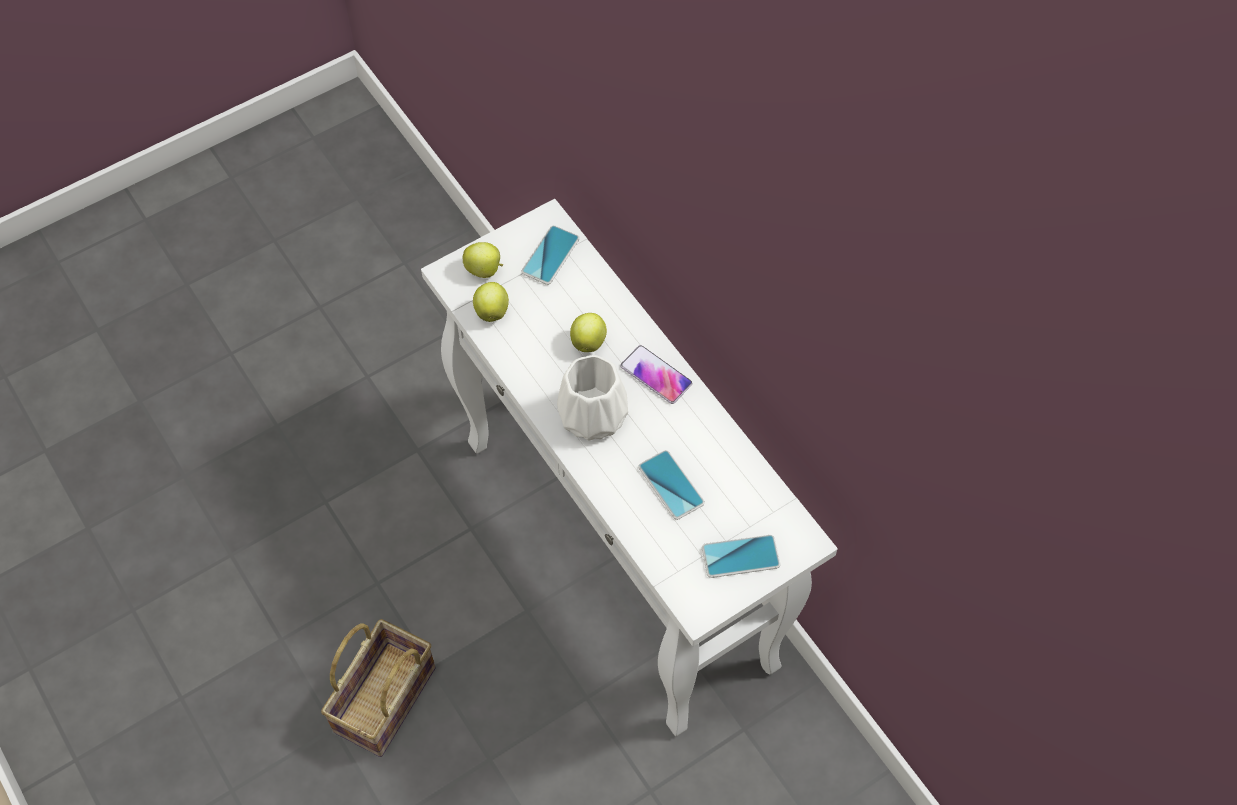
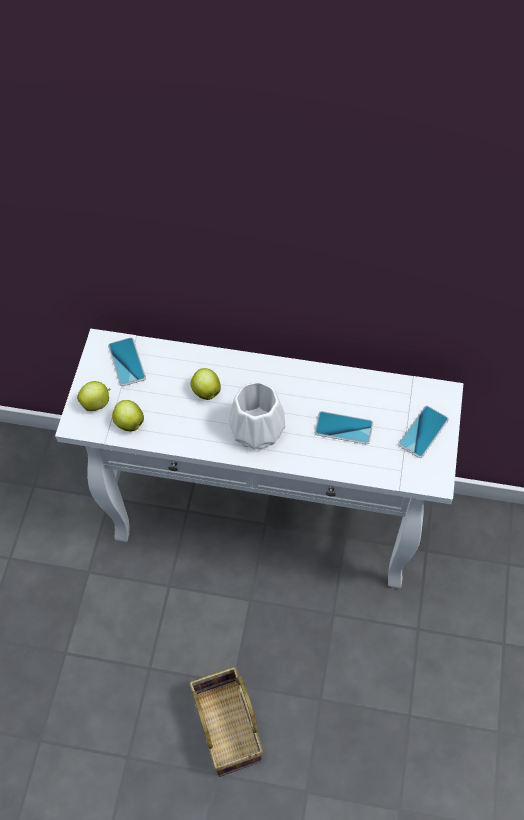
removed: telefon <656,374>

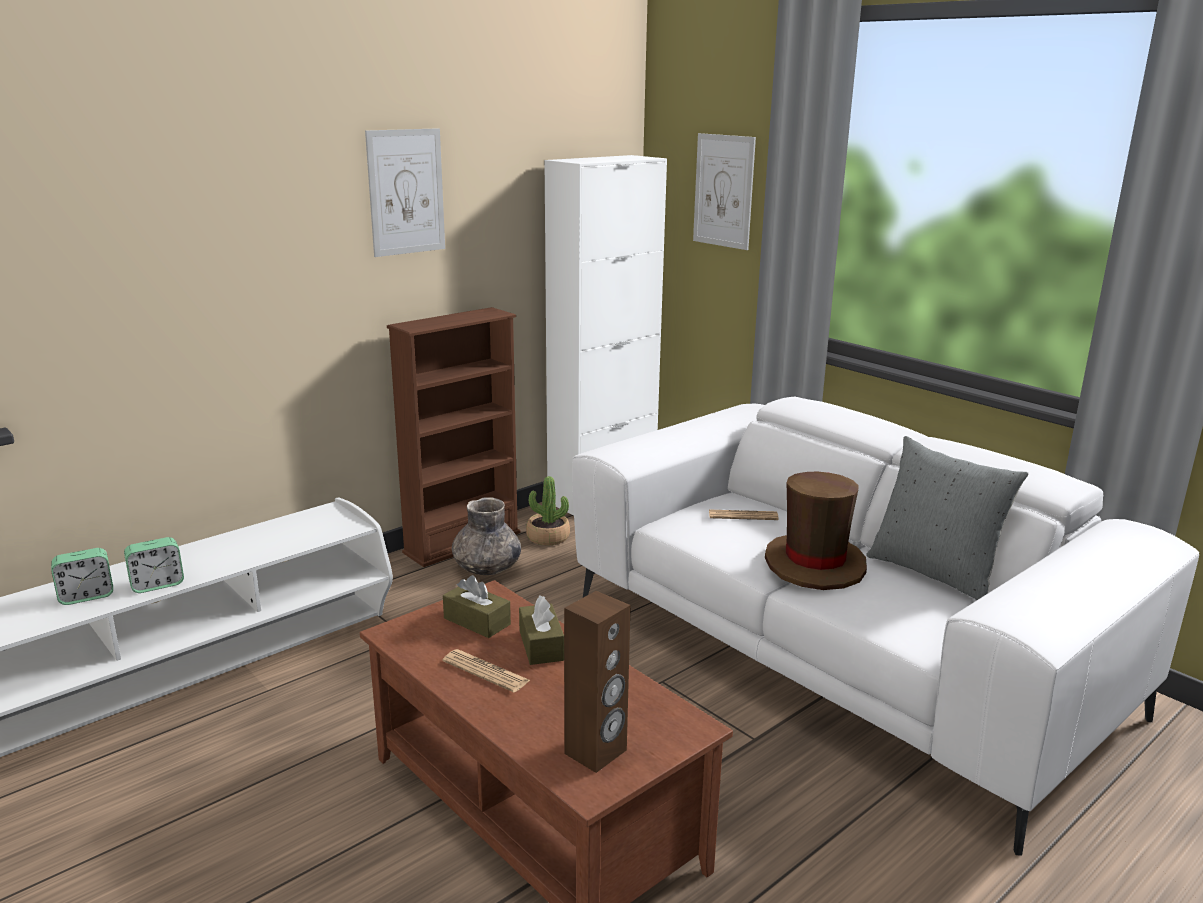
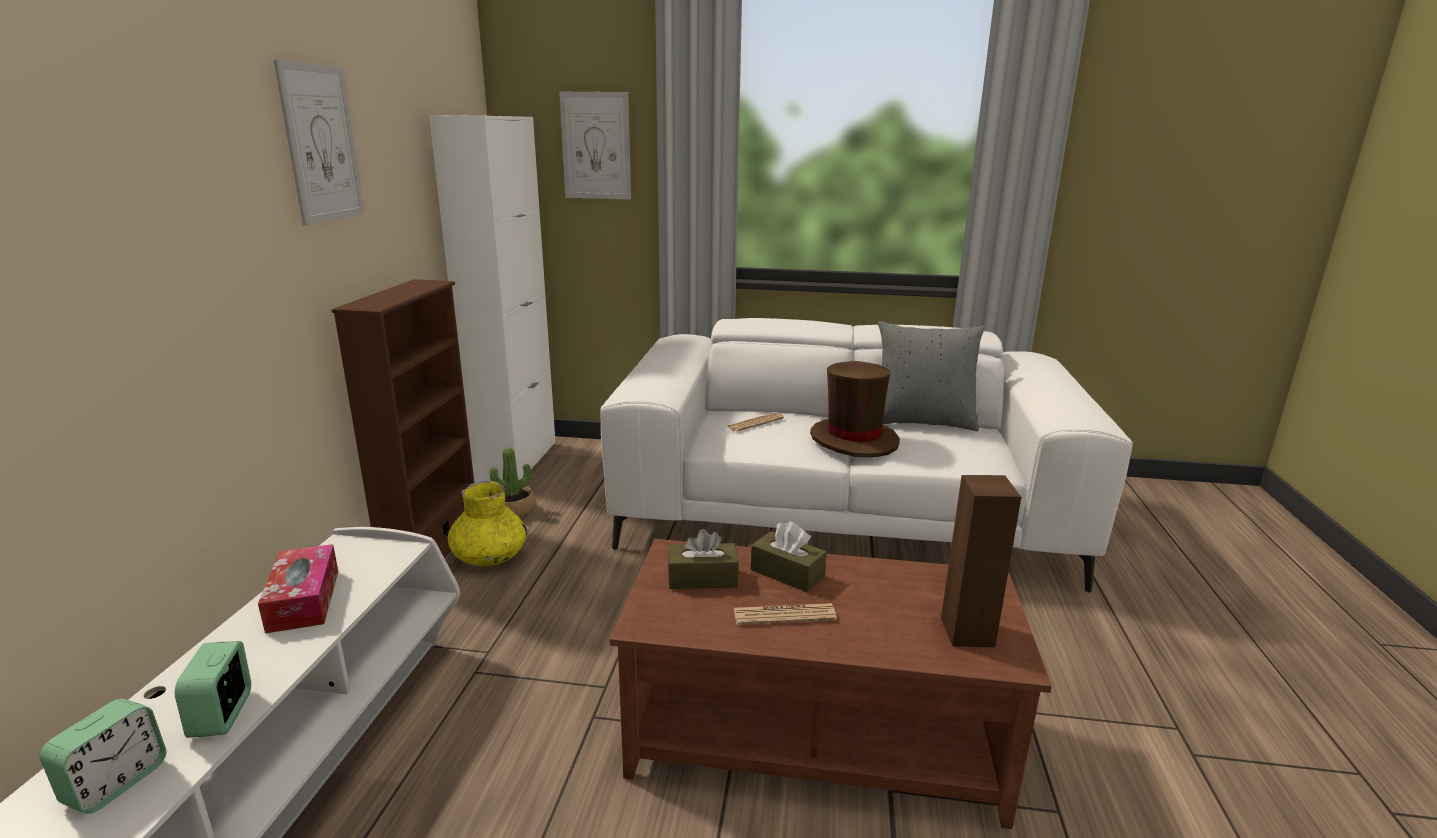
added: pudełko chusteczek <298,588>
recoloured: wazon (szary) <486,536> to wazon (żółty) <487,524>
turned: budzik <154,565> = <213,689> 150 degrees clockwise

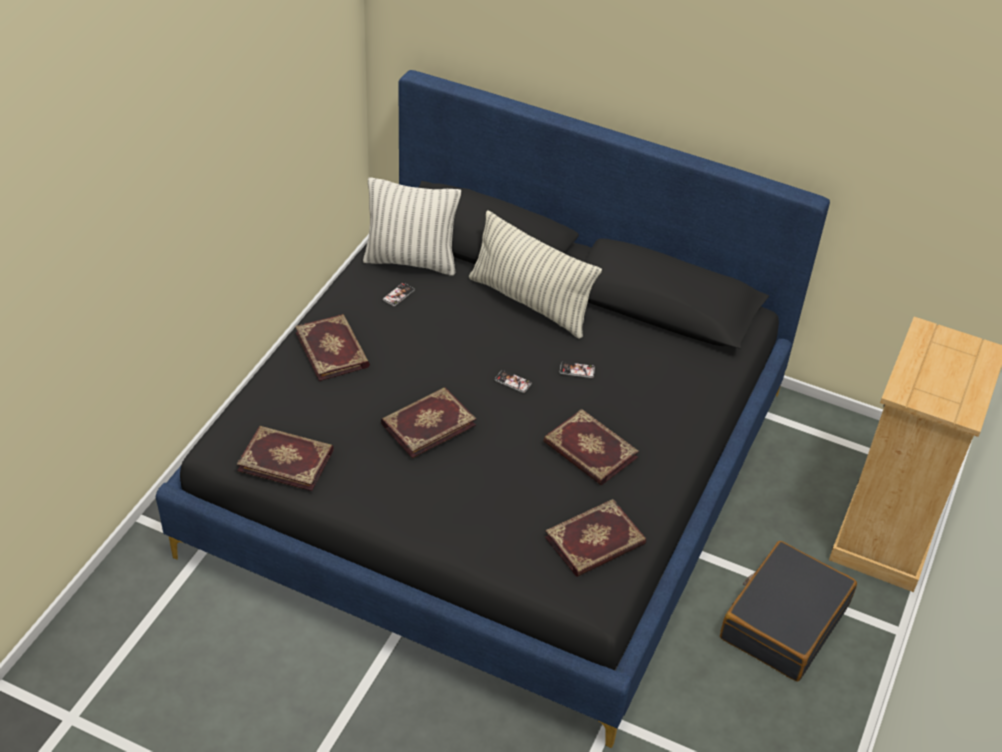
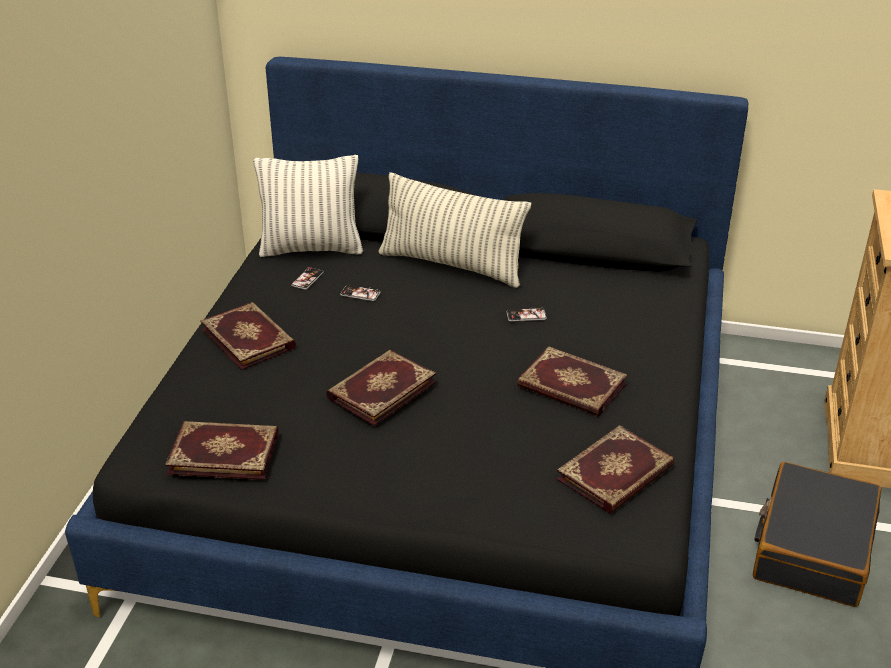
moved: telefon <513,381> to <360,293>

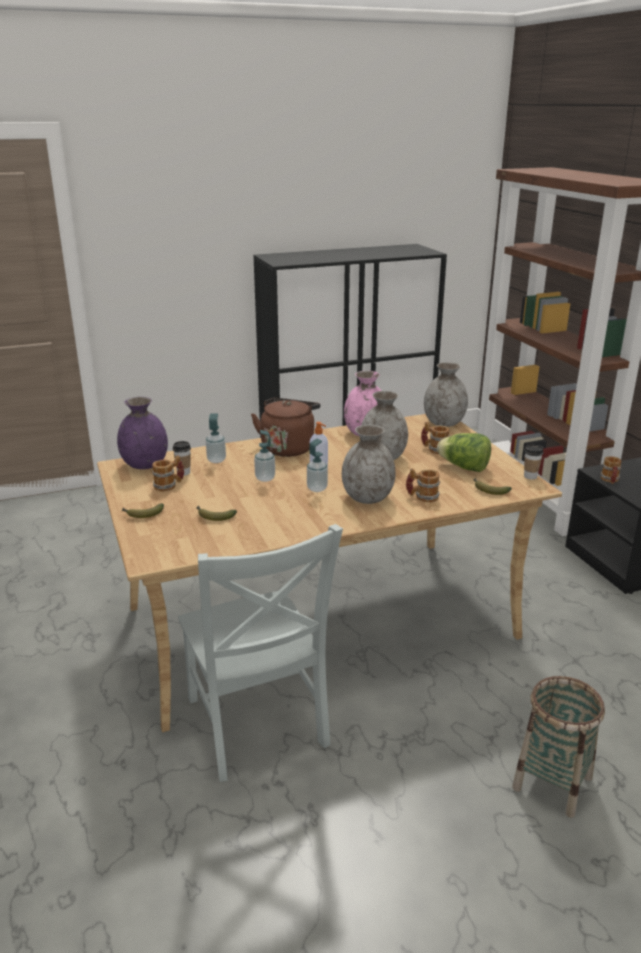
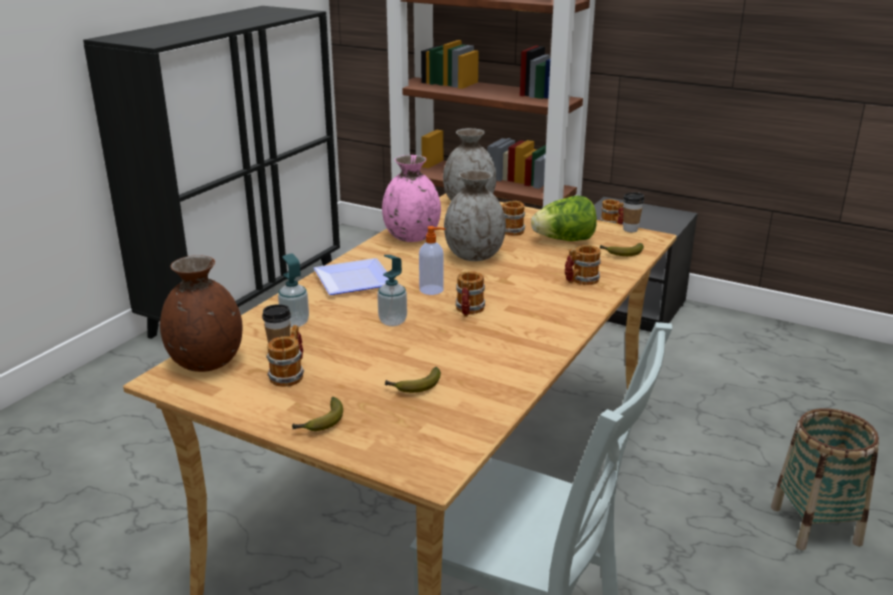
removed: wazon (szary) <369,464>
replaced: czajnik (brązowy) <285,427> to talerz <351,276>; dozownik mydła <317,465> to kubek <470,294>
recoloured: wazon (fioletowy) <142,433> to wazon (brązowy) <201,313>

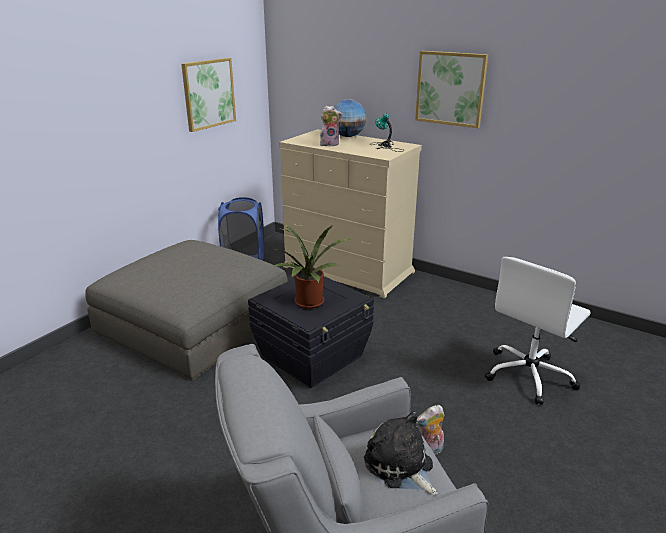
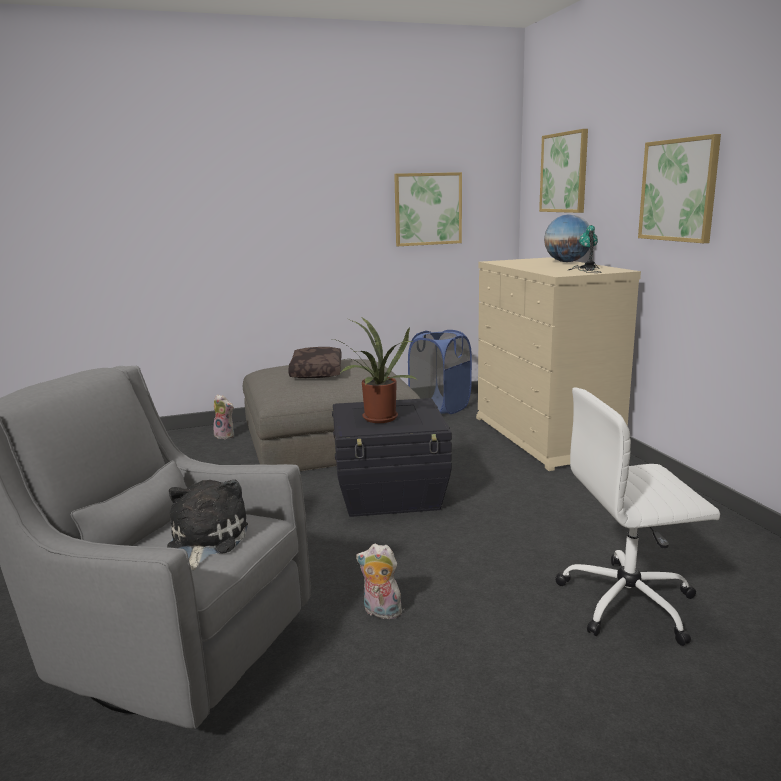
added: poduszka (brązowy) <315,362>; obraz <563,171>
moved: pluszak <331,126> to <223,416>

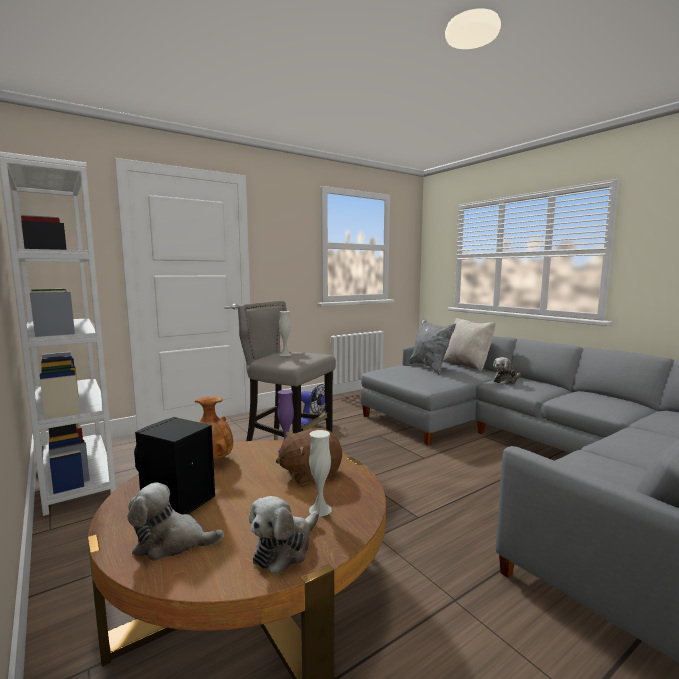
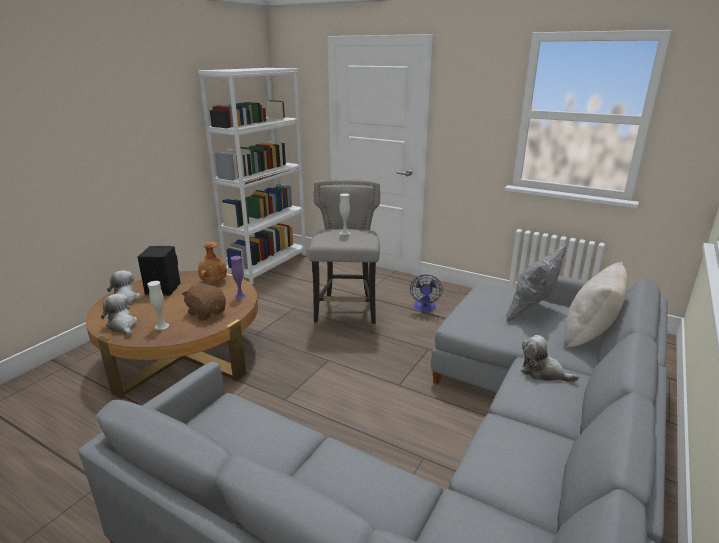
turned: pluszak <284,535> = <119,315> 45 degrees clockwise

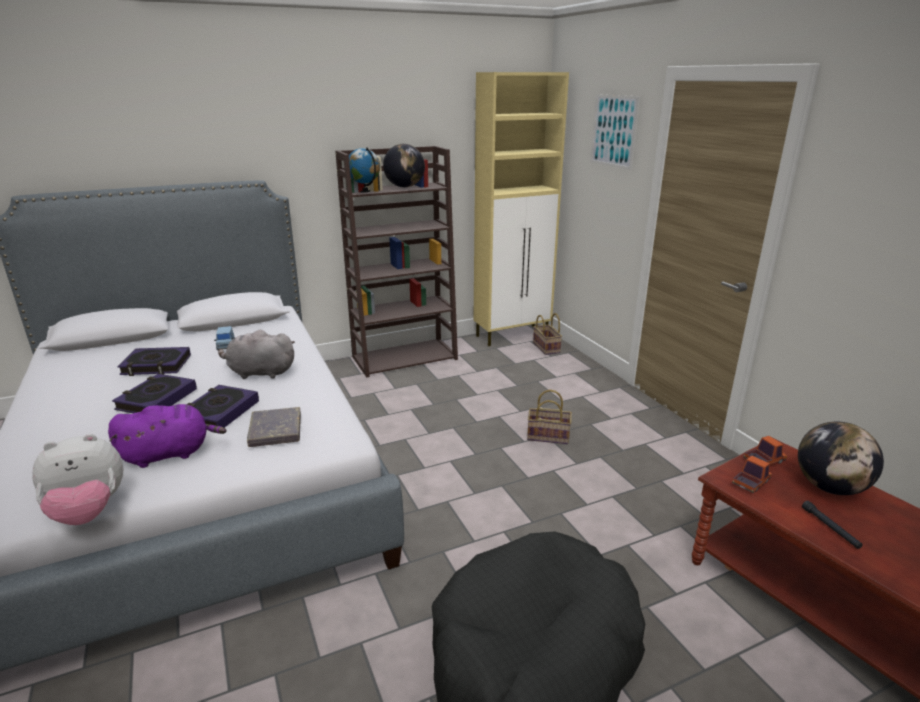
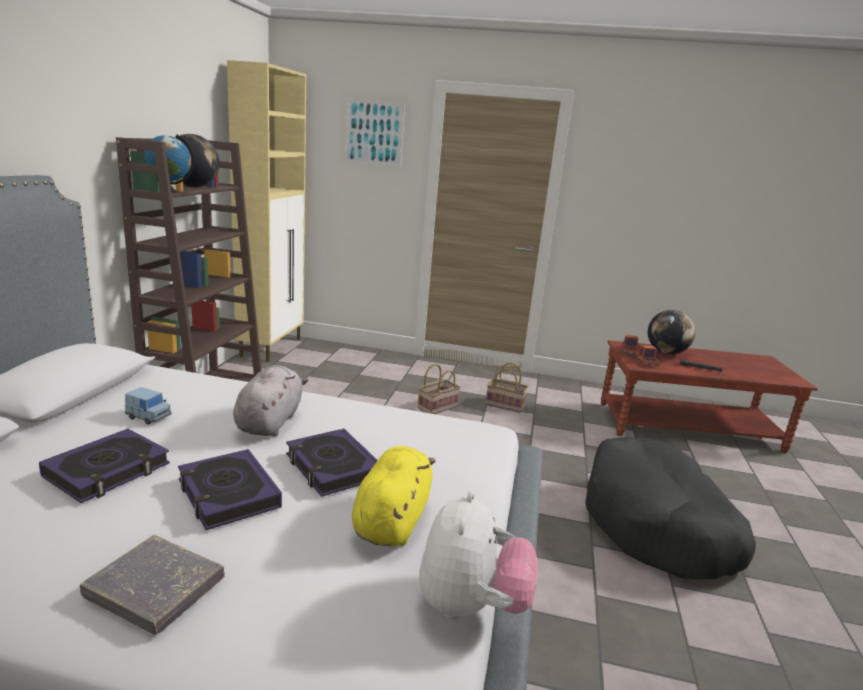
moved: książka (szary) <274,427> to <152,585>; koszyk <547,334> to <506,387>
recoloured: pluszak (fioletowy) <167,436> to pluszak (żółty) <394,496>
turned: pluszak (szary) <256,354> = <271,400> 150 degrees clockwise

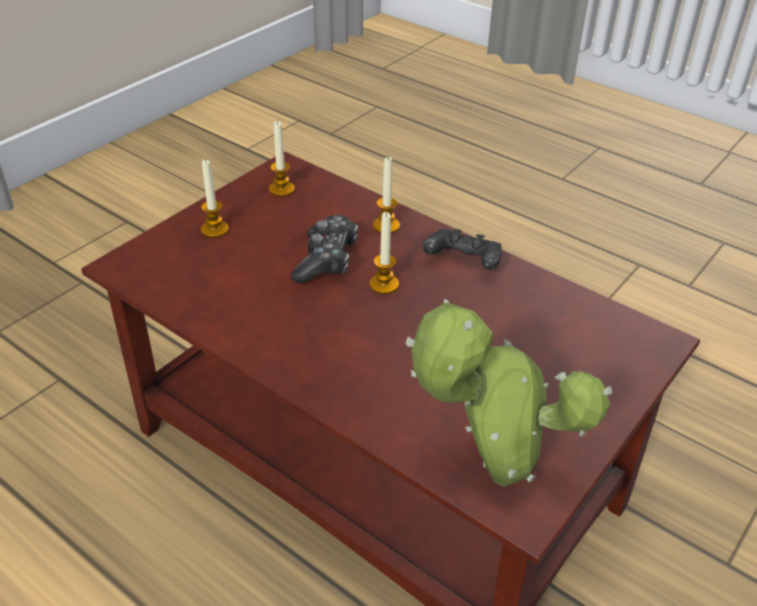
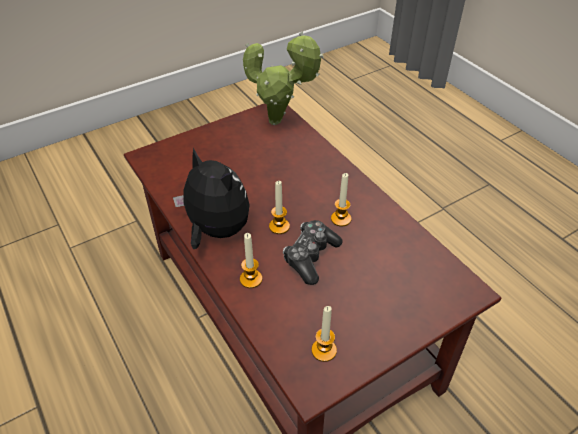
moved: świeca <215,198> to <341,200>
replaced: pad do gier (czarny) <462,249> to pluszak <211,198>

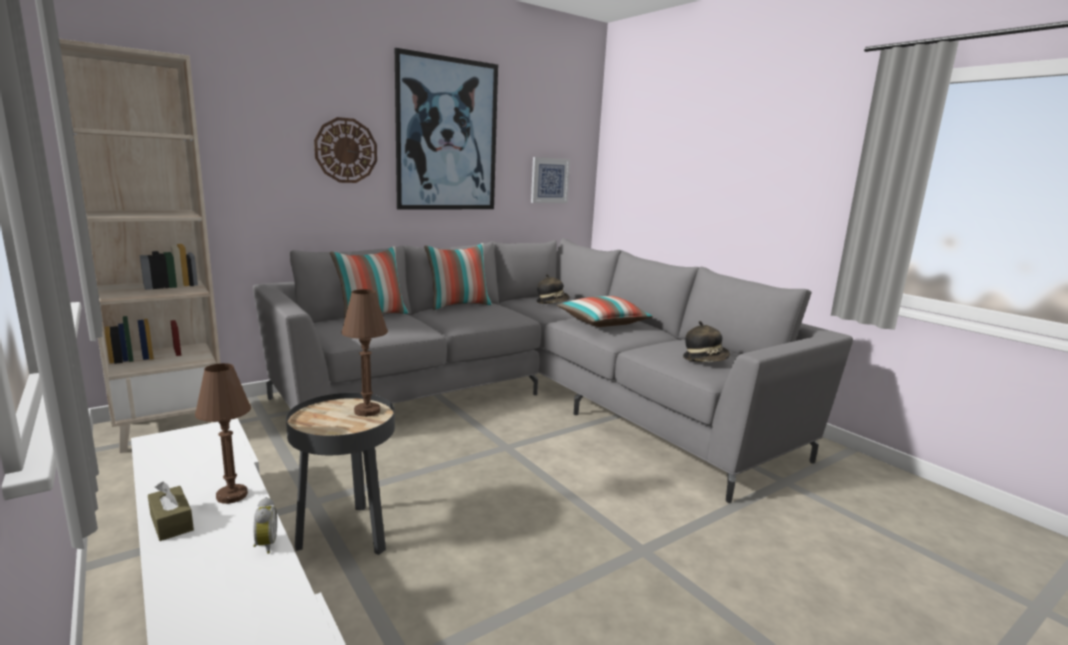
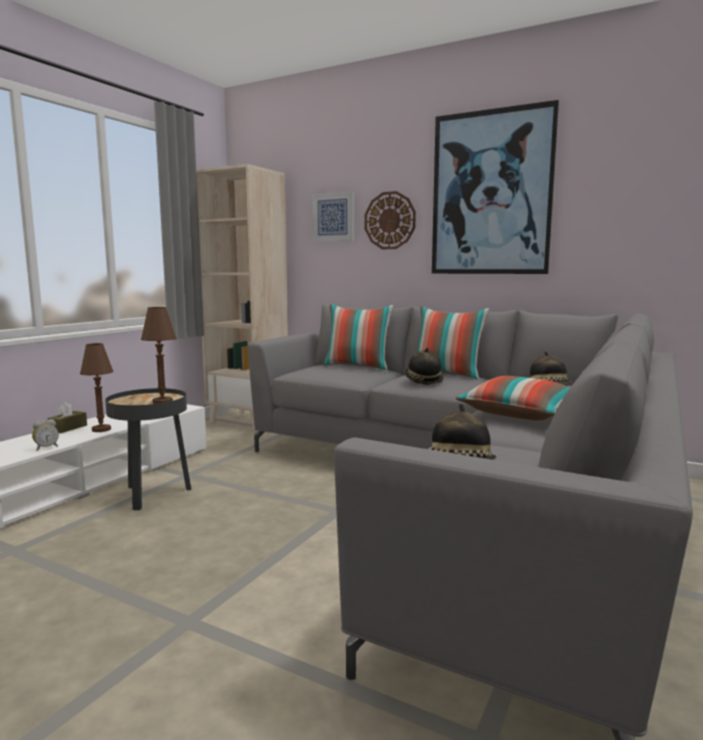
added: kapelusz <424,366>
moved: obraz <550,180> to <333,216>

